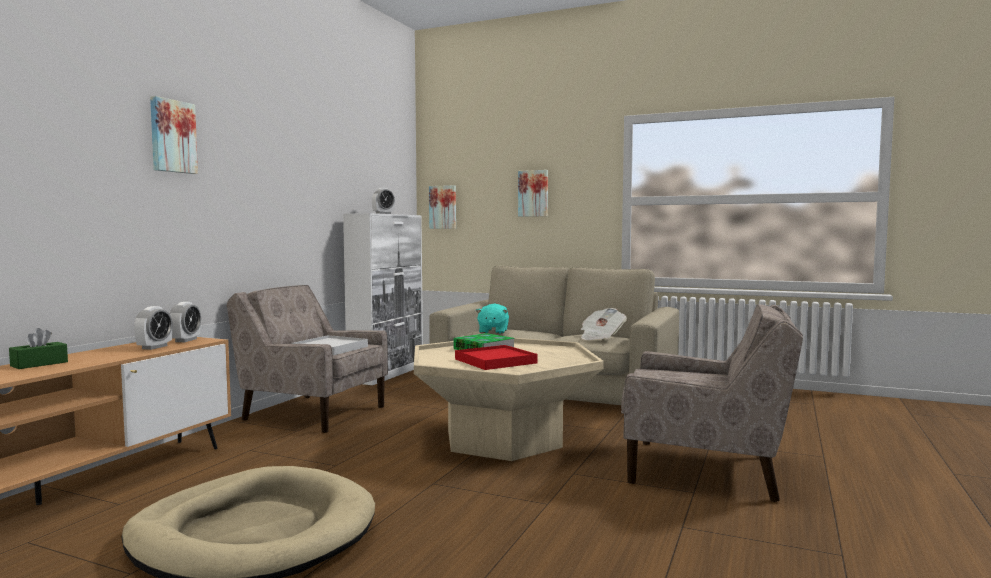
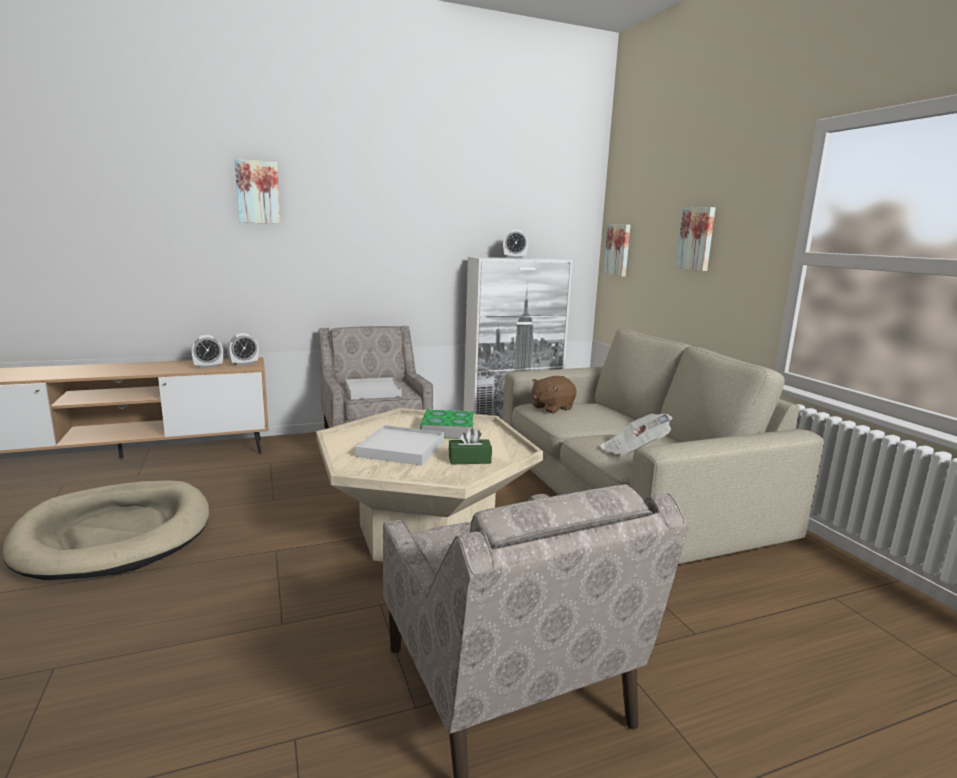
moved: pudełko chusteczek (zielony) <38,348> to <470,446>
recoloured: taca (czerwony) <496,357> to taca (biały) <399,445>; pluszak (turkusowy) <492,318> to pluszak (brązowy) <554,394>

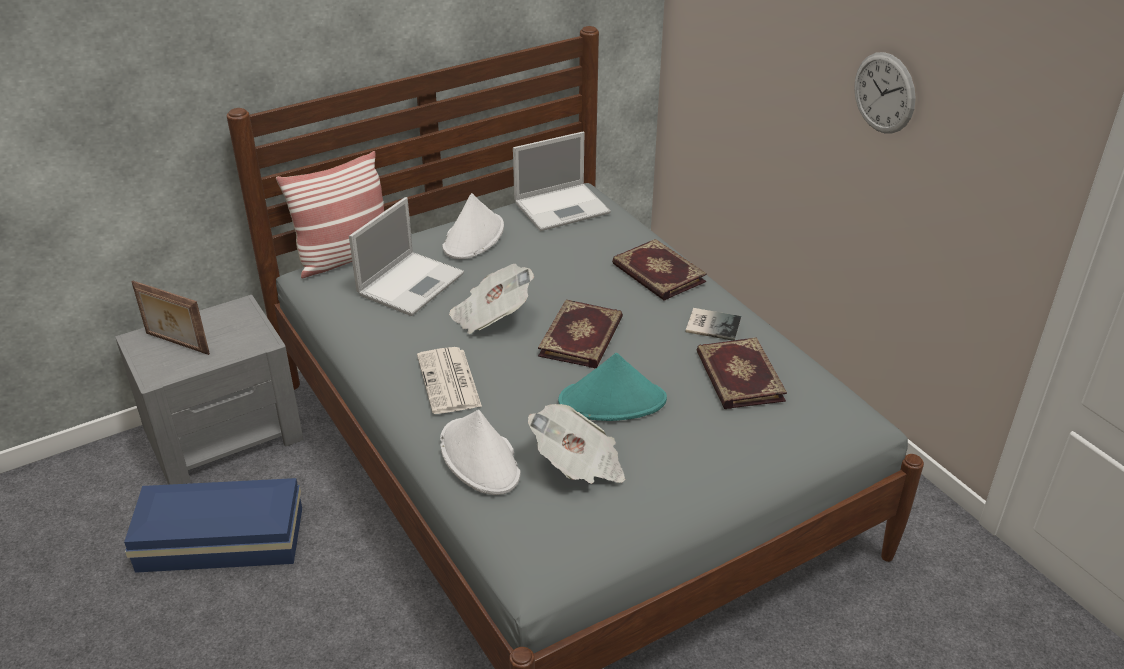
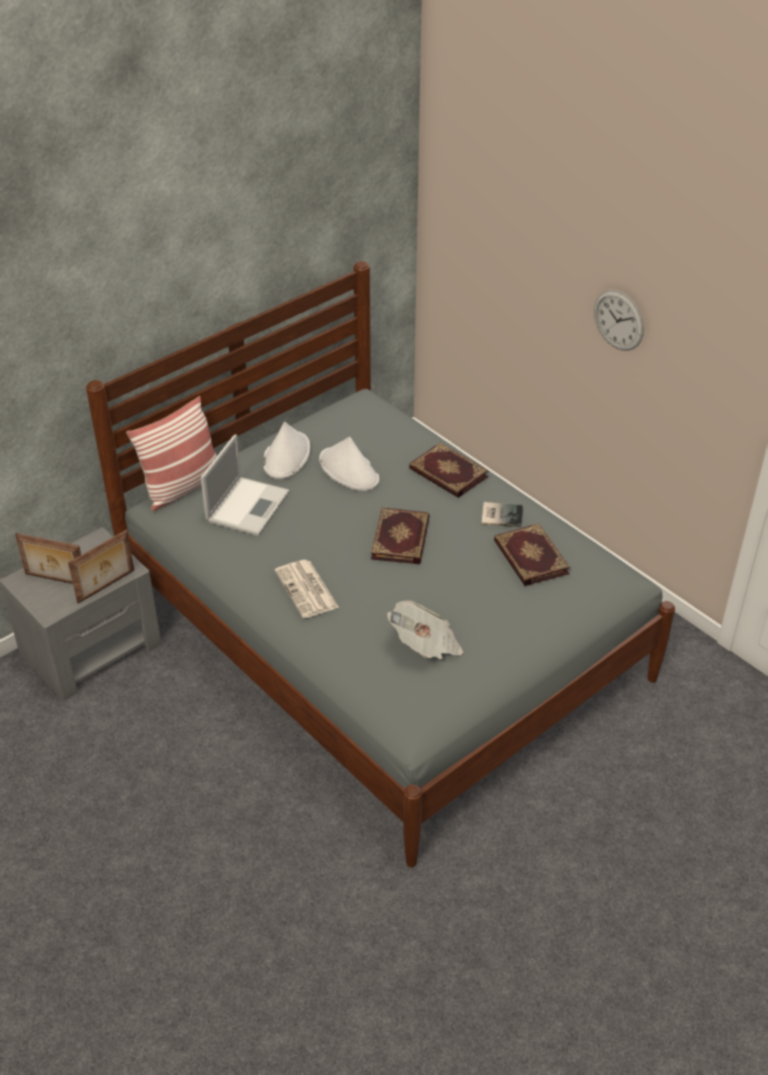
removed: pojemnik do przechowywania (niebieski) <213,525>; gazeta <491,299>; laptop <562,181>; kapelusz (turkusowy) <612,387>
added: ramka na zdjęcie <101,567>
moved: kapelusz (biały) <480,452> to <349,464>

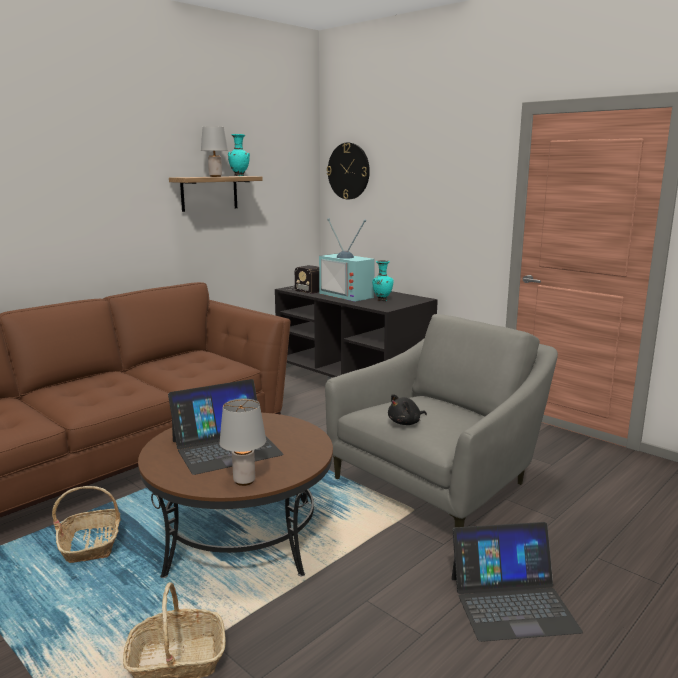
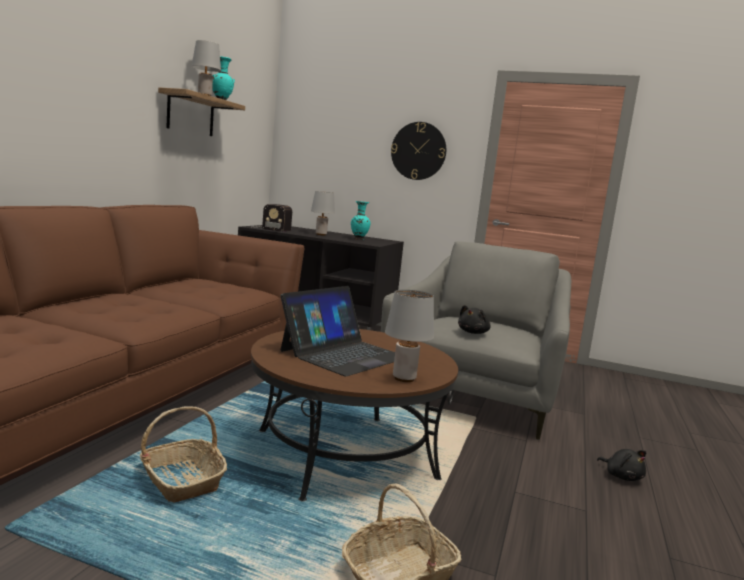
moved: zegar ścienny <348,171> to <418,151>
replaced: telewizor <347,260> to lampa stołowa (szary) <323,213>; laptop <517,582> to pluszak (czarny) <621,465>

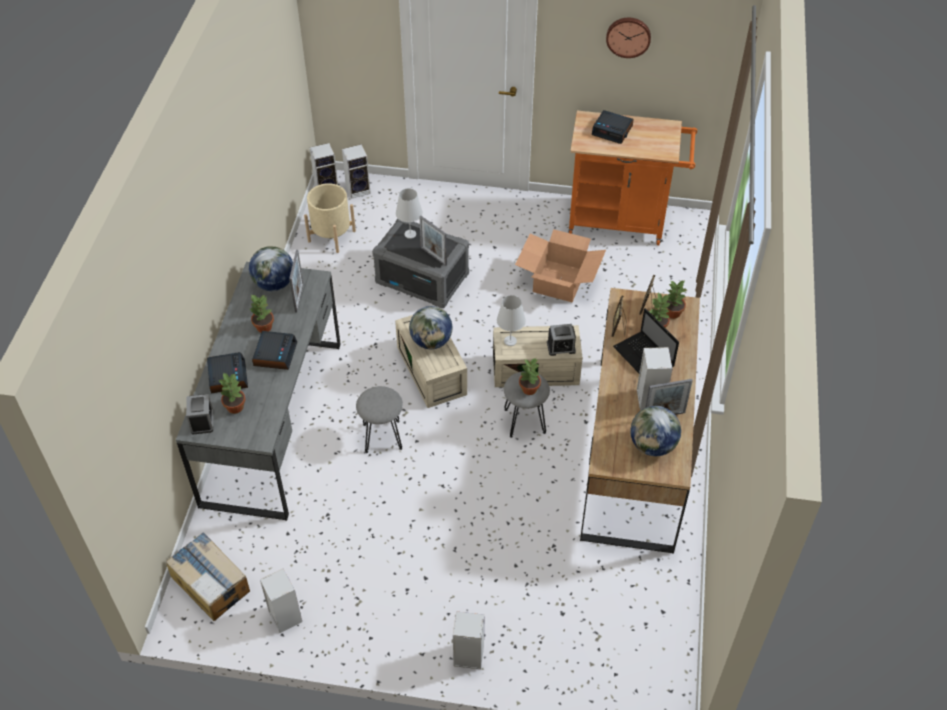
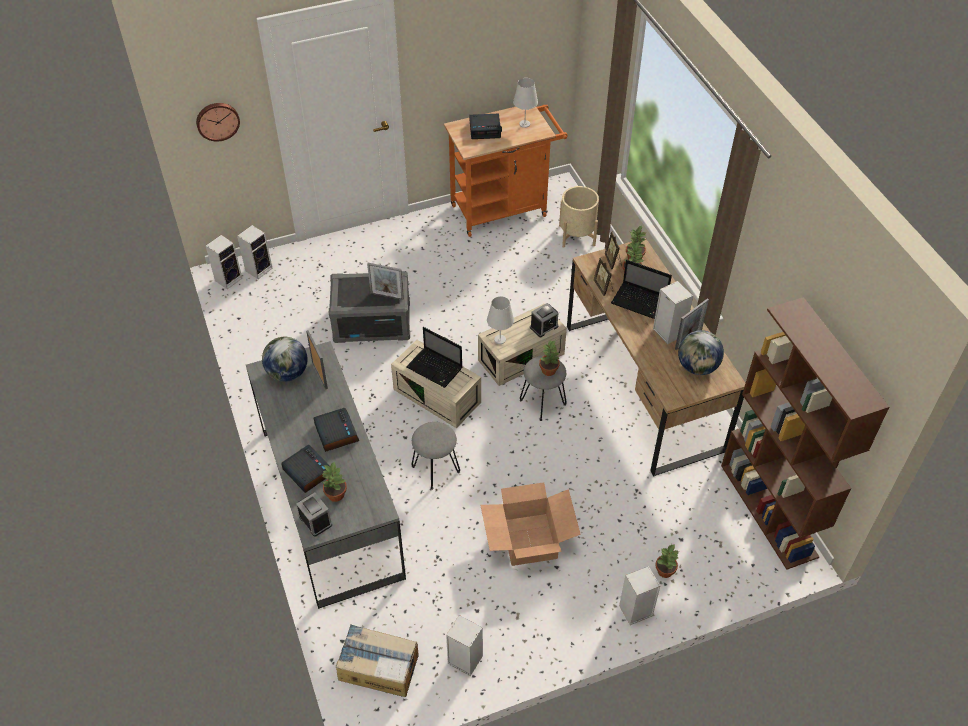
added: regał (brązowy) <805,433>
moved: zegar ścienny <628,38> to <218,122>; karton <560,265> to <530,524>; lampa stołowa (biały) <409,213> to <525,103>; donica (beżowy) <330,218> to <579,217>; roślina doniczkowa <262,314> to <667,561>
replaced: globus <430,327> to laptop <434,357>

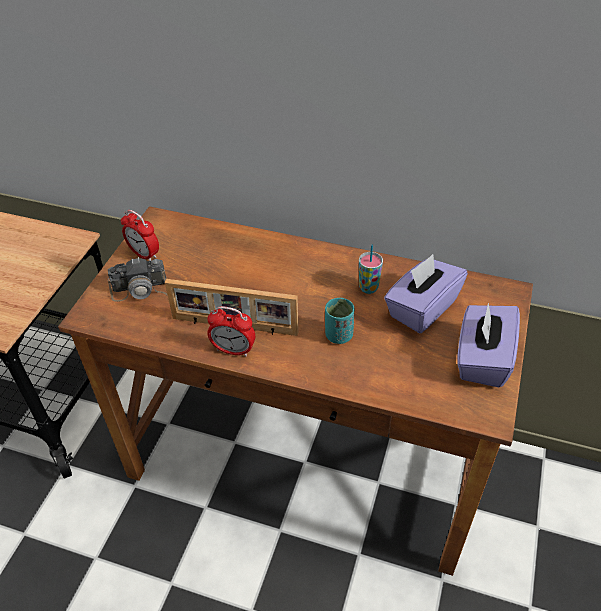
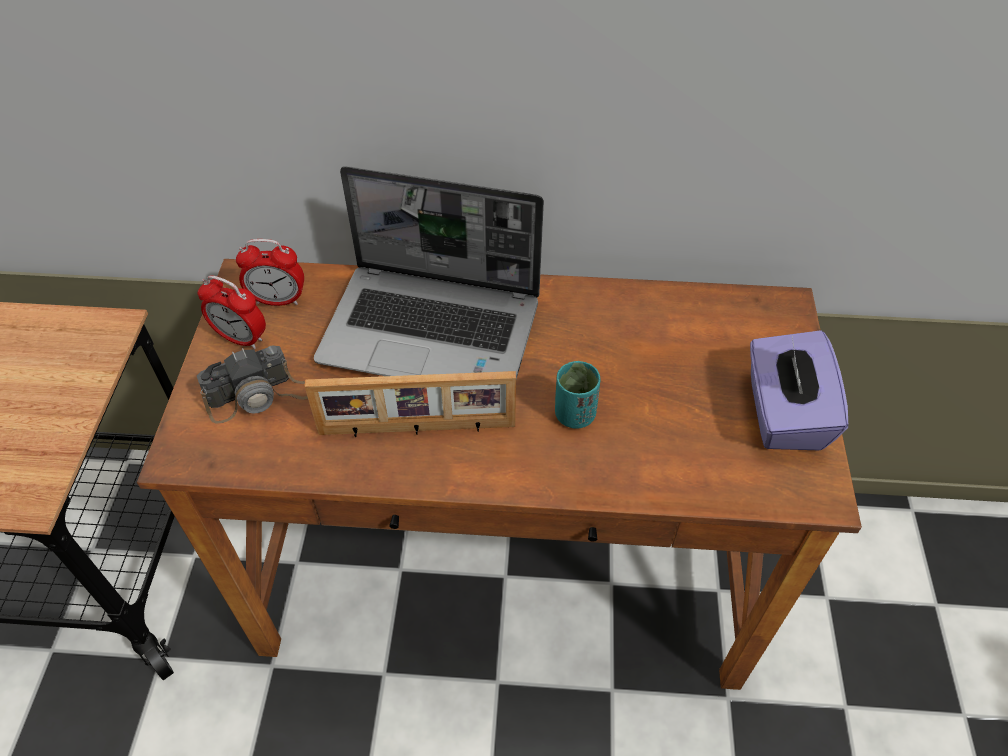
removed: filiżanka <371,269>; pudełko chusteczek (fioletowy) <426,293>
added: laptop <429,272>
moved: budzik <231,331> to <270,272>

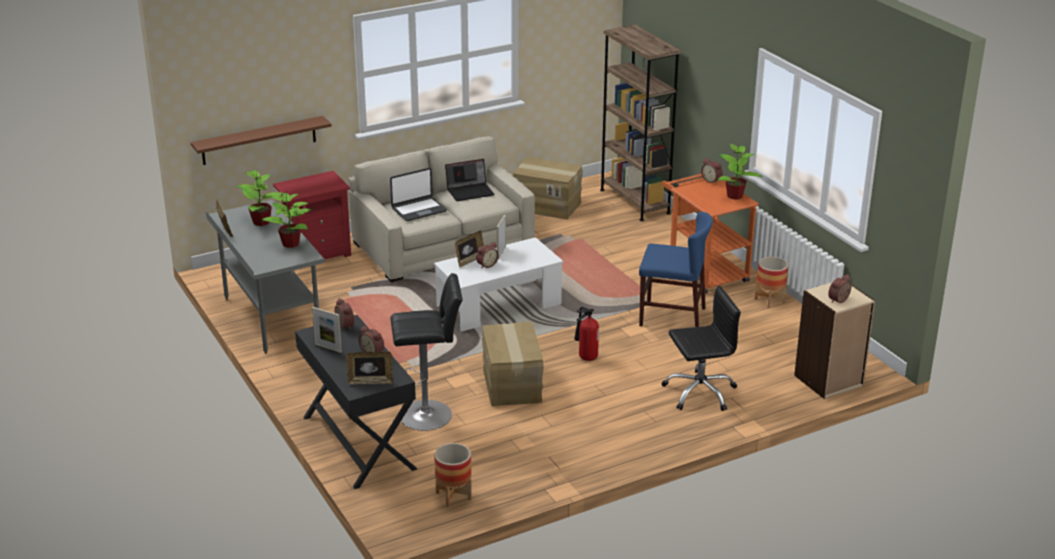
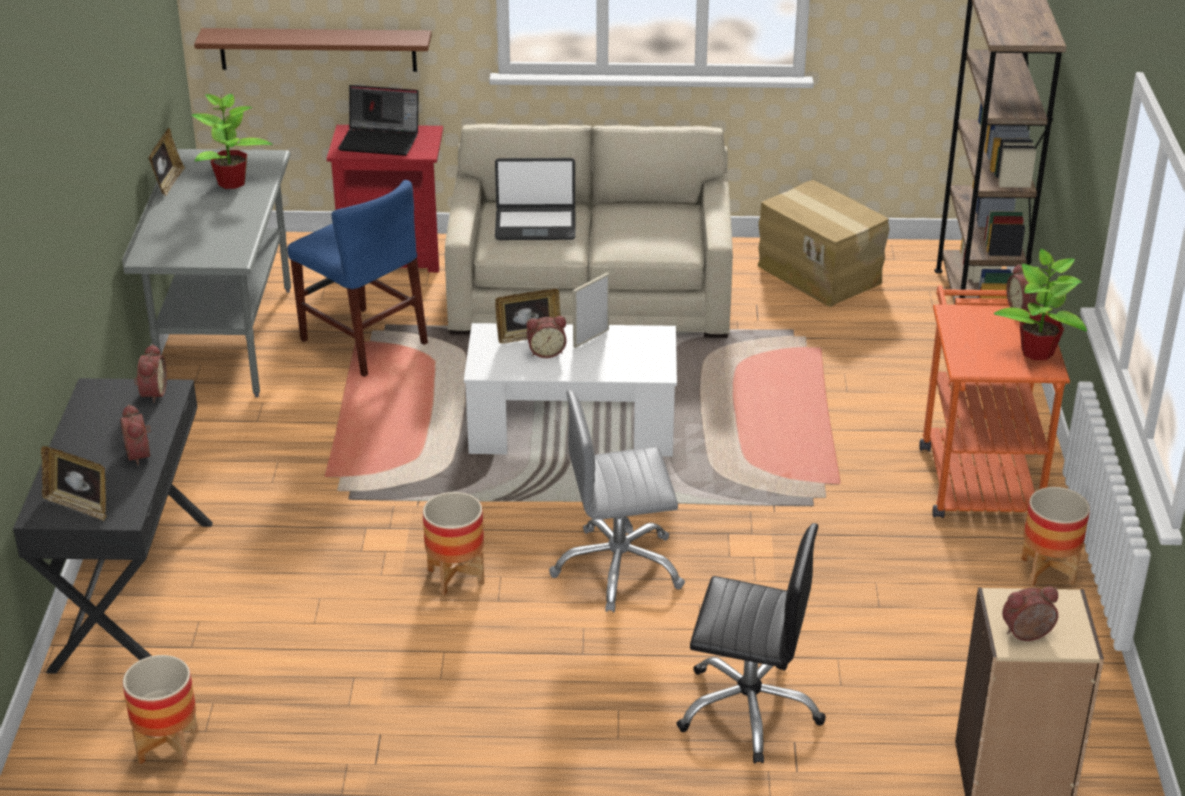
removed: roślina doniczkowa <286,219>; ramka na zdjęcie <327,330>; stołek (czarny) <426,352>
moved: krzesło (niebieski) <676,269> to <357,278>; laptop <469,180> to <378,120>
replaced: karton <513,364> to donica <453,544>; gaśnica <586,334> to krzesło biurowe (szary) <617,501>

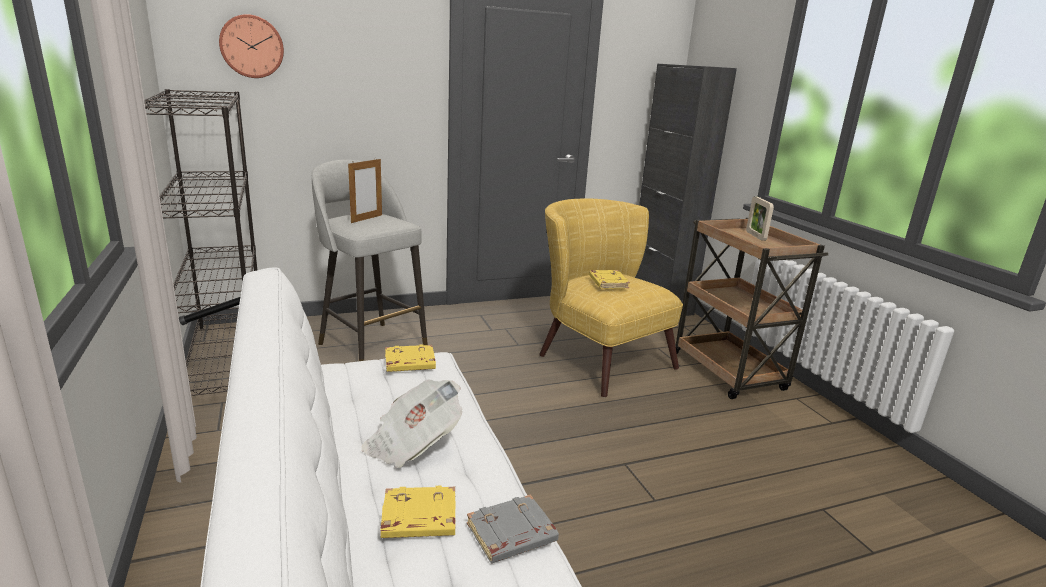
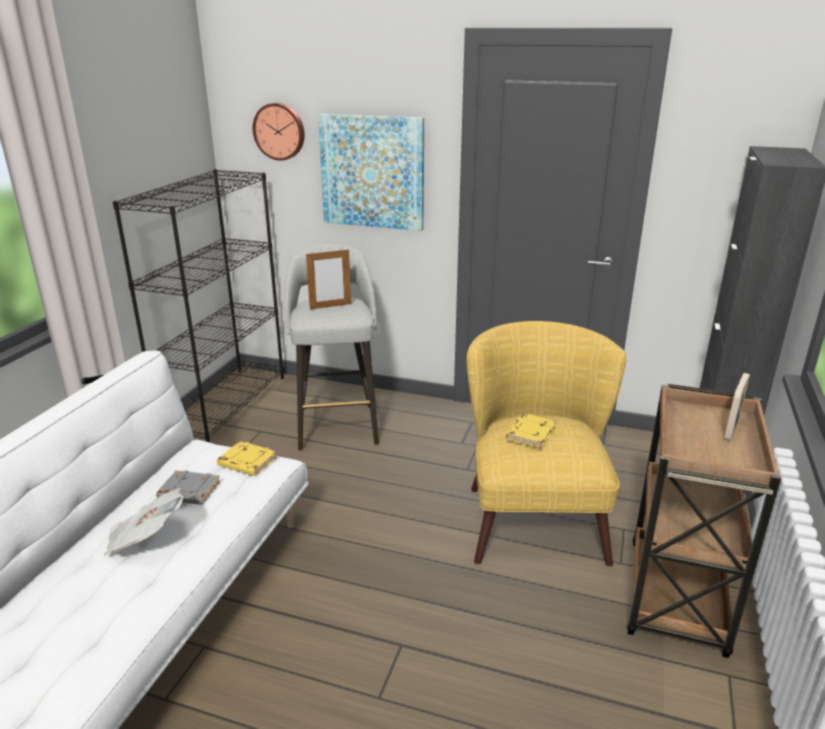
removed: książka (żółty) <418,512>
added: obraz <371,172>
moved: książka (szary) <513,528> to <188,487>

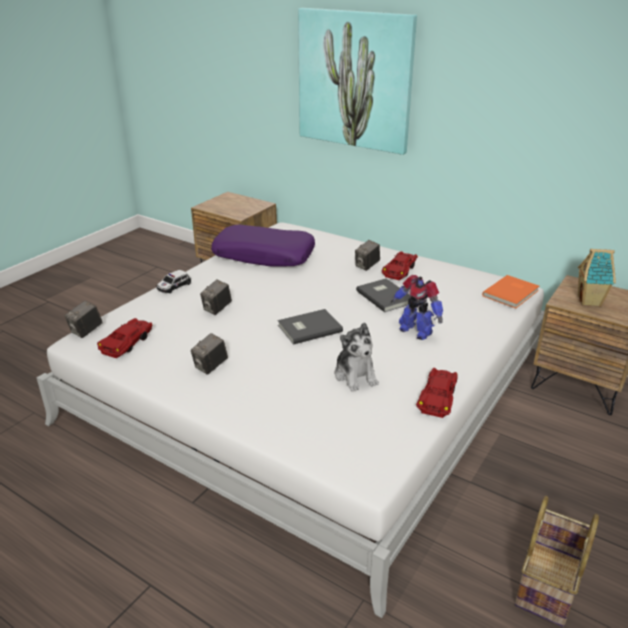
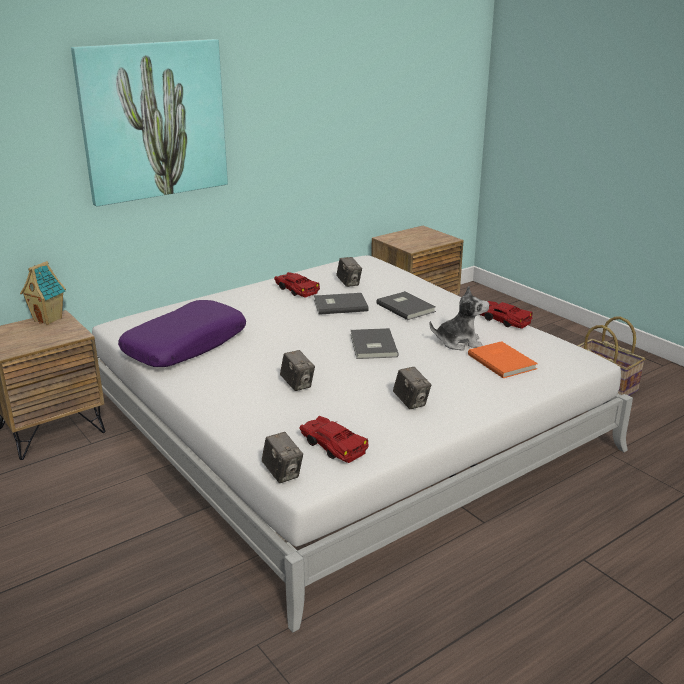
removed: samochodzik <174,281>
moved: domek <597,277> to <43,293>; aparat fotograficzny <367,255> to <349,272>; książka (pomarańczowy) <510,291> to <503,359>
replaced: robot zabawkowy <417,307> to książka (szary) <406,305>

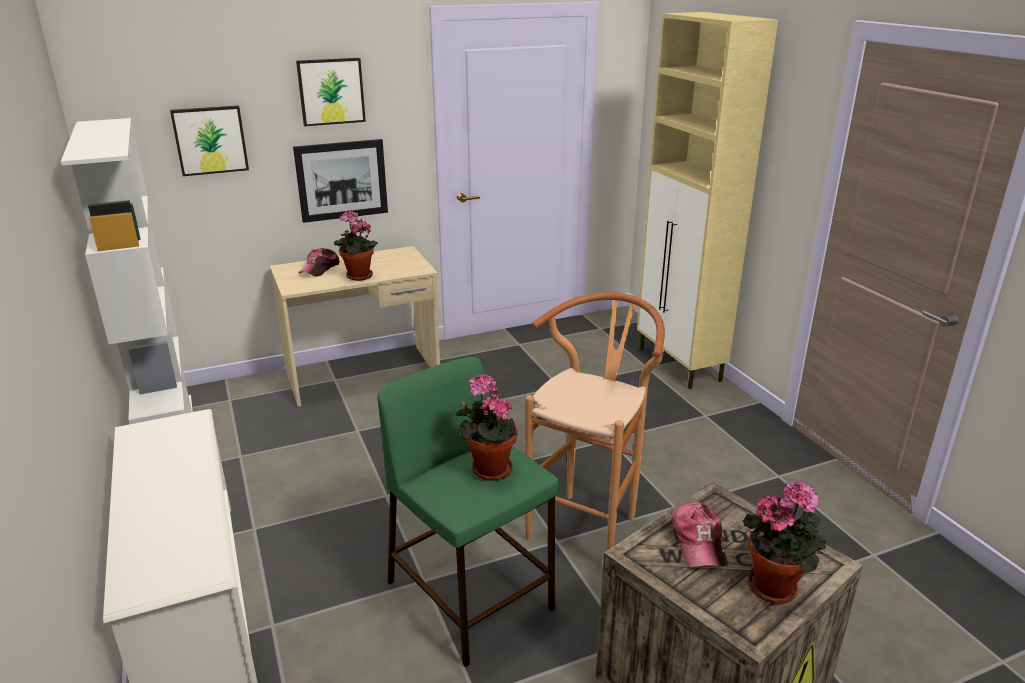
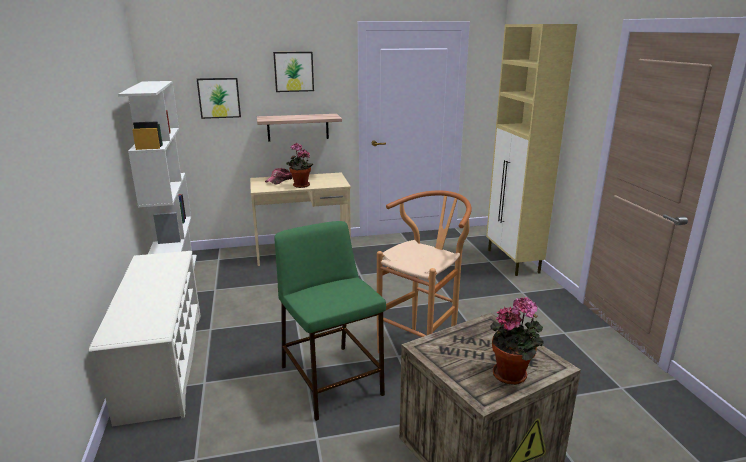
removed: roślina doniczkowa <486,427>; czapka z daszkiem <698,534>
replaced: obraz <340,181> to półka <299,128>

